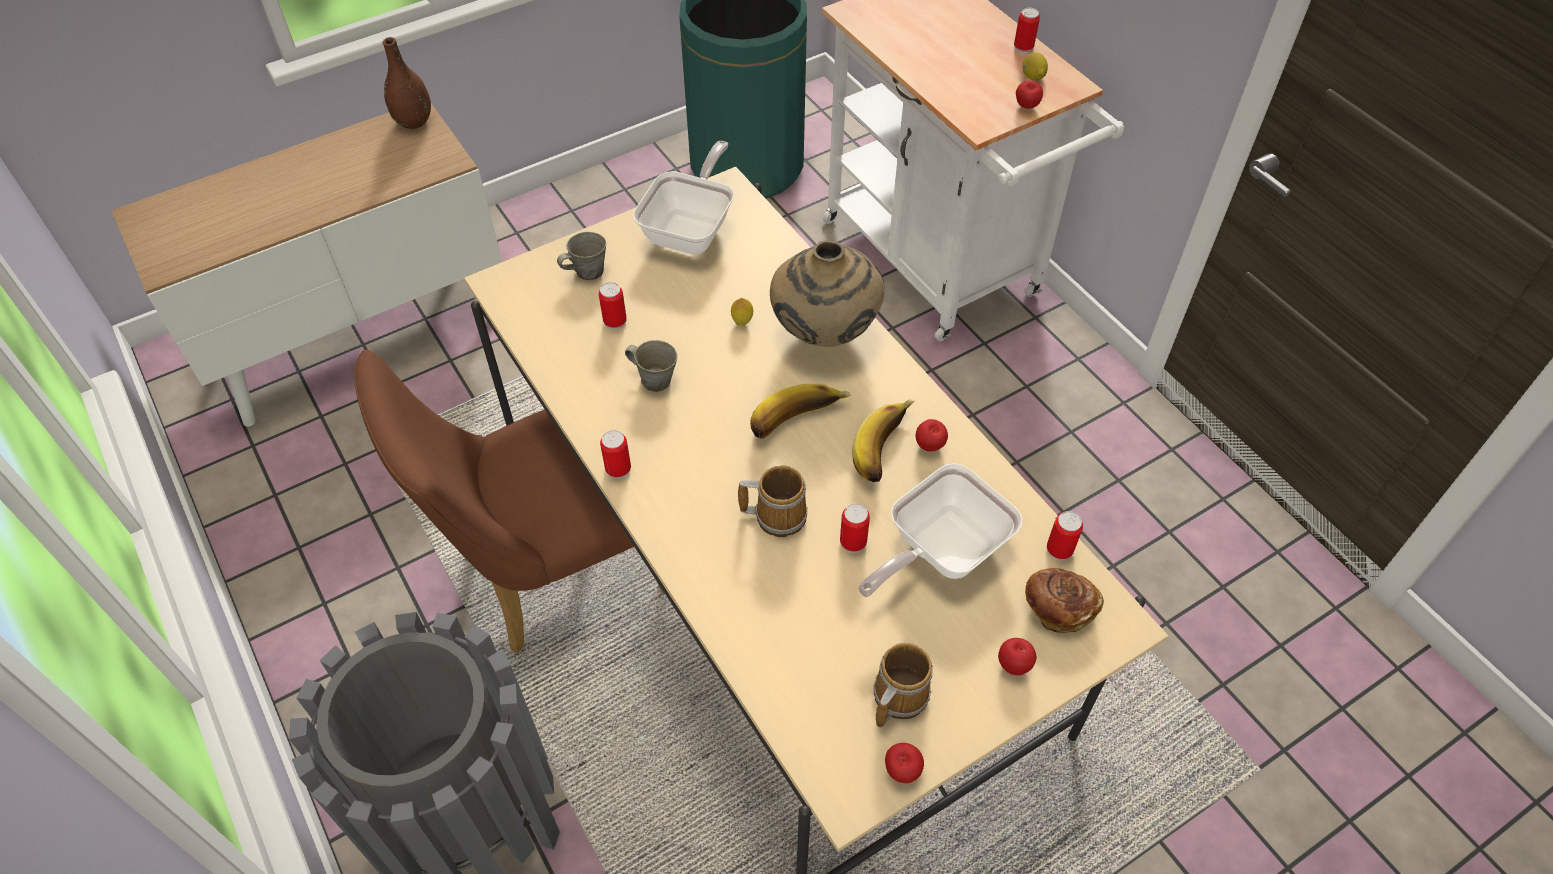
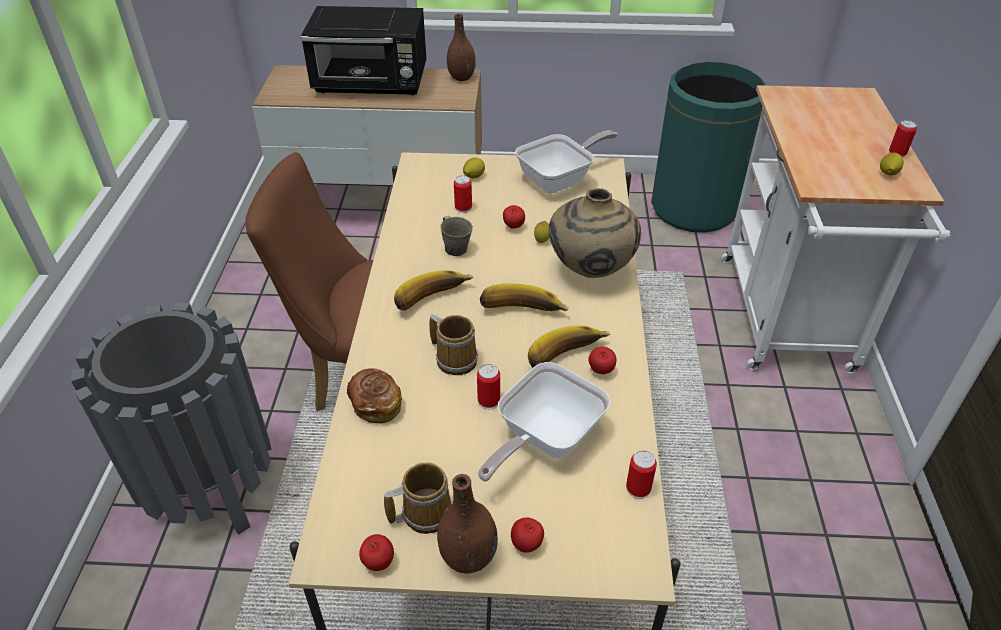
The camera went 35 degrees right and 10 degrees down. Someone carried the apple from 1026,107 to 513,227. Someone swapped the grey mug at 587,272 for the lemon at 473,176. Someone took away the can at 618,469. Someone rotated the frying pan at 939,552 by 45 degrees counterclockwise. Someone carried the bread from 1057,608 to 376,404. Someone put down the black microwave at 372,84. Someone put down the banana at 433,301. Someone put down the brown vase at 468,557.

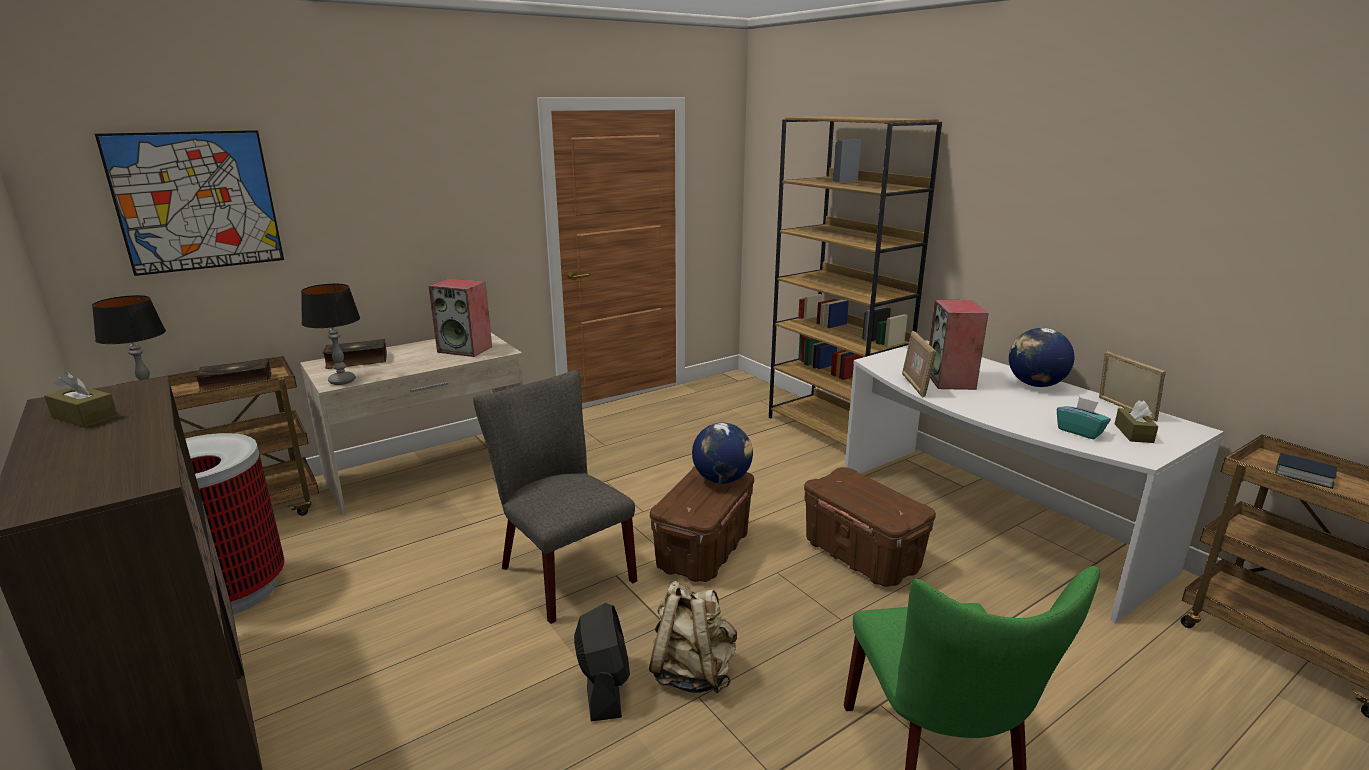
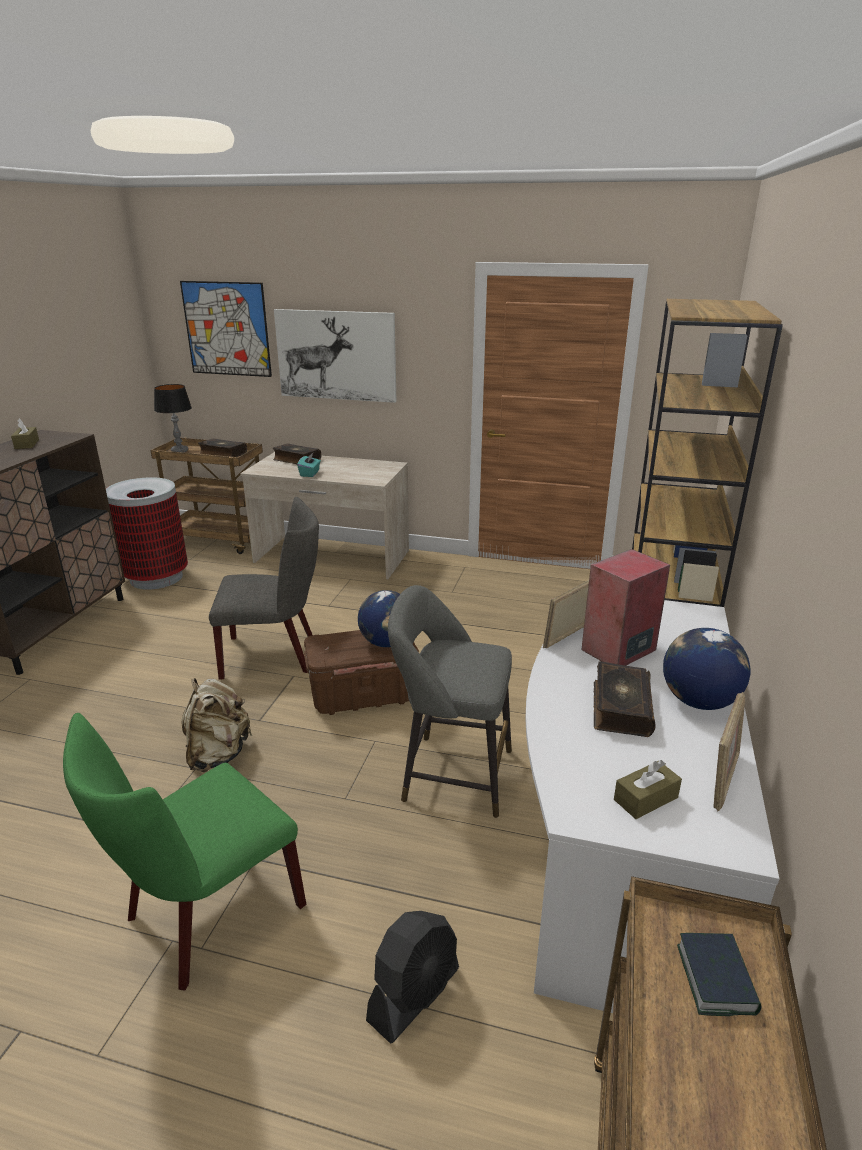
The camera went 50 degrees right and 5 degrees up. Someone took away the speaker at 466,349. Someone took away the table lamp at 342,381. Someone rotated the grey chair at 561,571 by 75 degrees clockwise. Someone carried the turquoise tissue box from 1080,431 to 310,473. Someone swapped the brown storage box at 860,556 for the grey stool at 450,774. Someone carried the black fan from 604,686 to 414,994. Someone put up the picture at 336,355. Someone put down the book at 620,708.

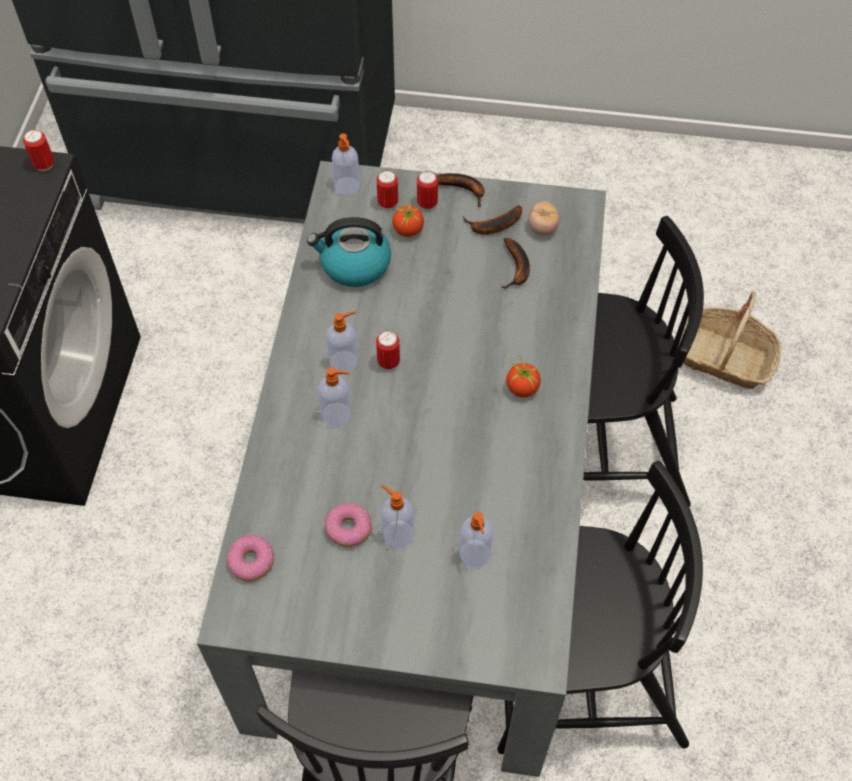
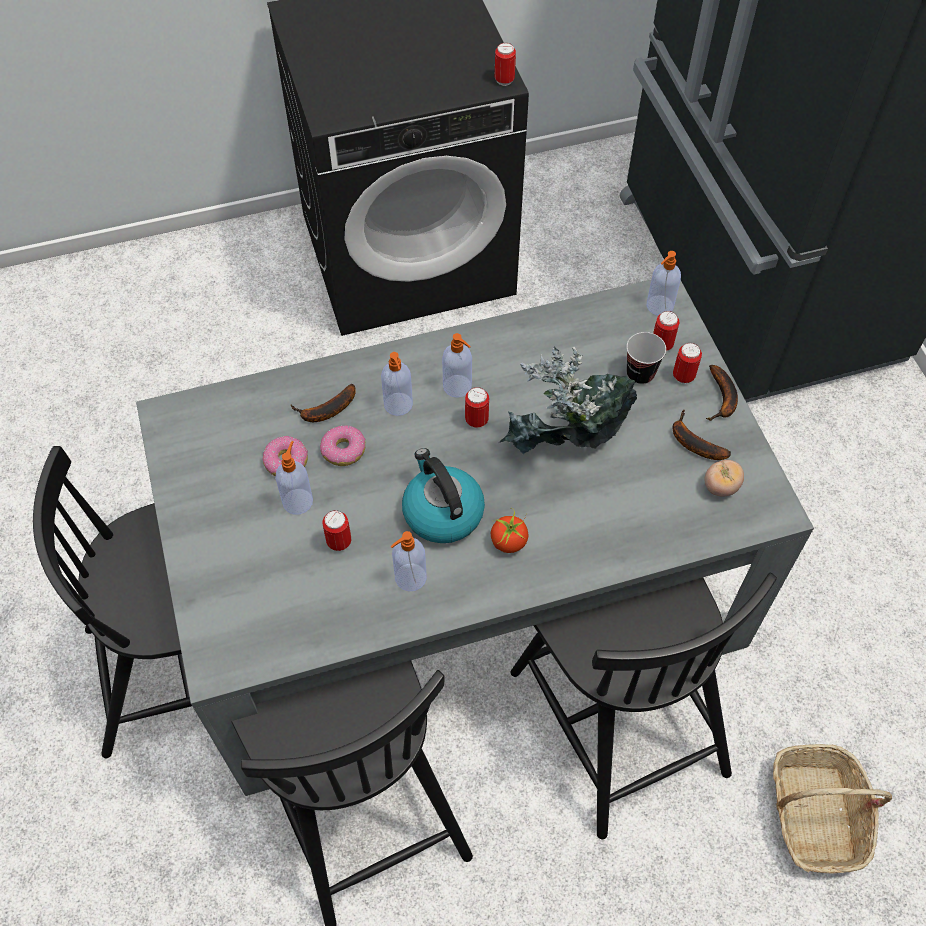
The camera went 65 degrees right and 0 degrees up. Someone swapped the tomato at 408,230 for the cup at 640,374. Someone carried the kettle from 354,265 to 442,512. Someone carried the banana from 517,268 to 325,411. Someone carried the soap dispenser from 475,555 to 409,578. Someone carried the donut from 251,561 to 344,450. Someone put down the potted plant at 564,450. Someone put down the can at 339,542.

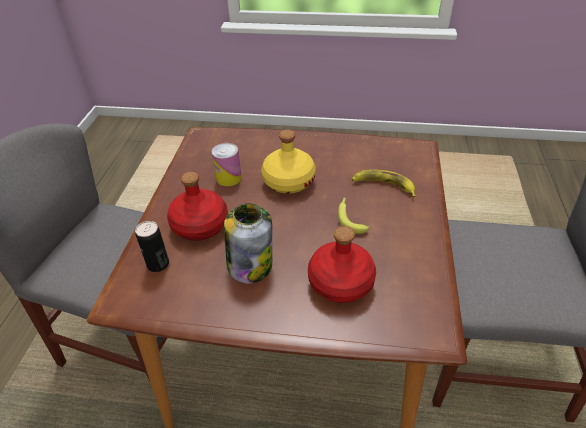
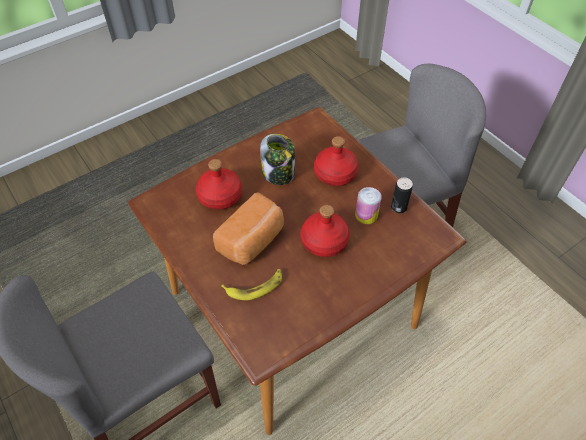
The camera went 135 degrees right and 10 degrees up. Someone repainted the yellow bottle at 288,181, which became the red bottle at 325,241. Someone swapped the banana at 350,218 for the bread at 253,241. Someone carried the can from 158,264 to 398,207.

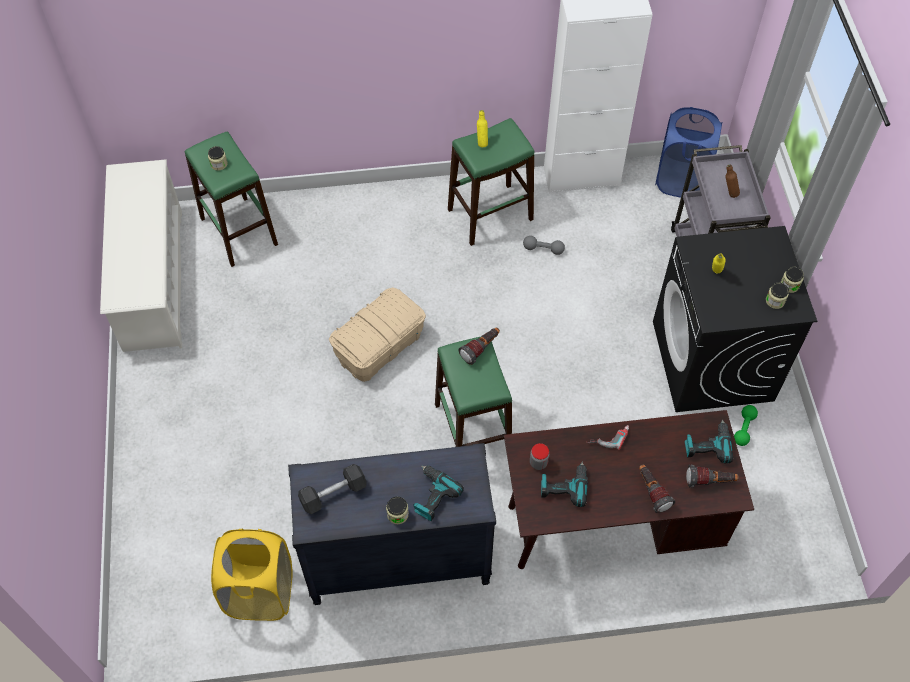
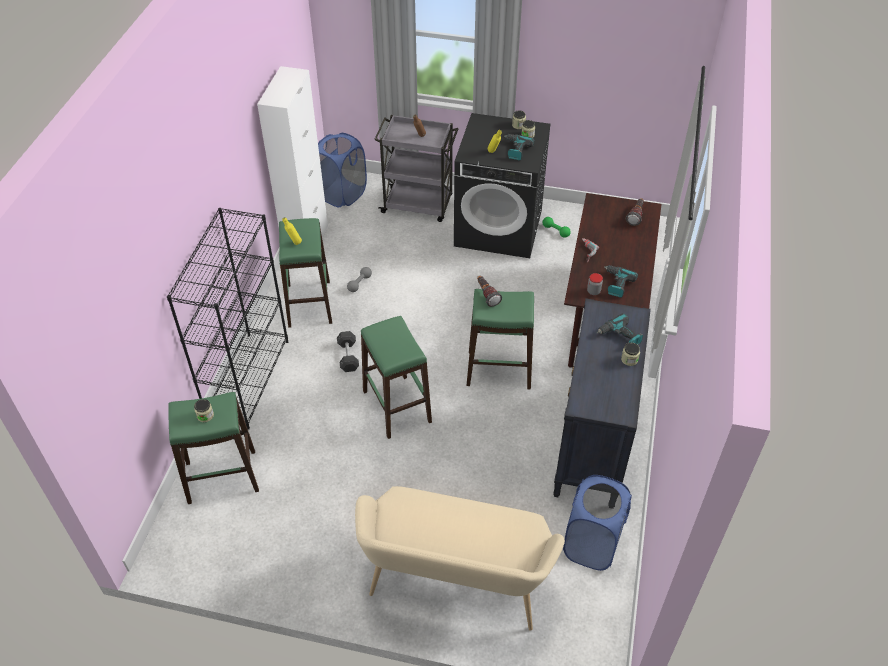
The camera went 70 degrees left and 10 degrees down. Someone took away the white shoe rack at 153,280. Someone swapped the beige storage box at 379,346 for the green stool at 396,406. Someone carried the power drill from 707,445 to 515,150. Someone carried the grey dumbbell from 333,494 to 348,356. Someone took away the flashlight at 652,492. Someone repainted the yellow laundry basket at 260,593, which became the blue laundry basket at 592,544. Someone put down the black bookcase at 248,379. Someone put down the beige bench at 455,584.

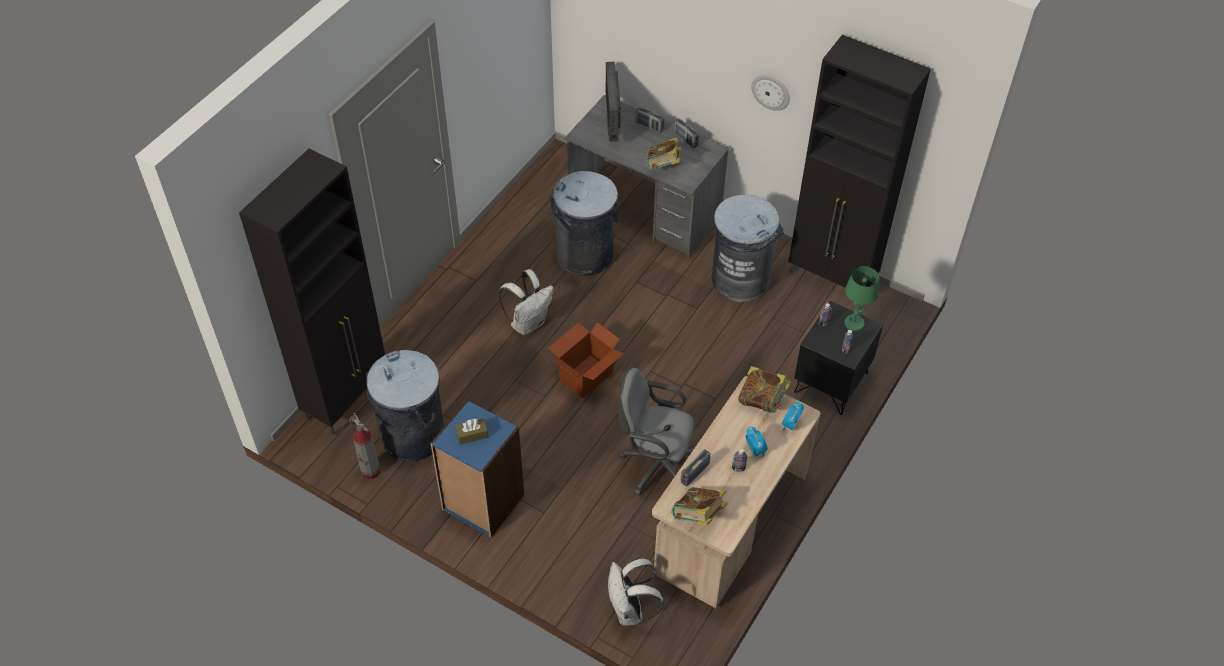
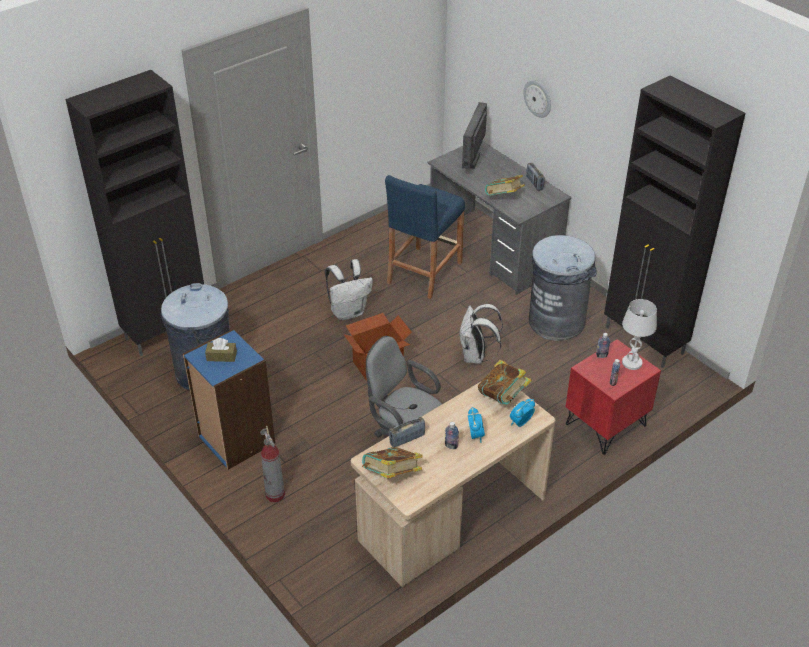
The camera went 20 degrees right and 10 degrees down. Someone carried the wall clock from 771,91 to 538,98. Someone took away the radio at 649,126. Someone swapped the grey trash can at 584,255 for the blue stool at 424,272. Someone repainted the green table lamp at 854,323, which became the white table lamp at 632,363. Someone repainted the black nightstand at 831,383, which became the red nightstand at 606,425. Someone carried the fire extinguisher from 370,471 to 275,495. Someone carried the white backpack from 630,611 to 476,356.

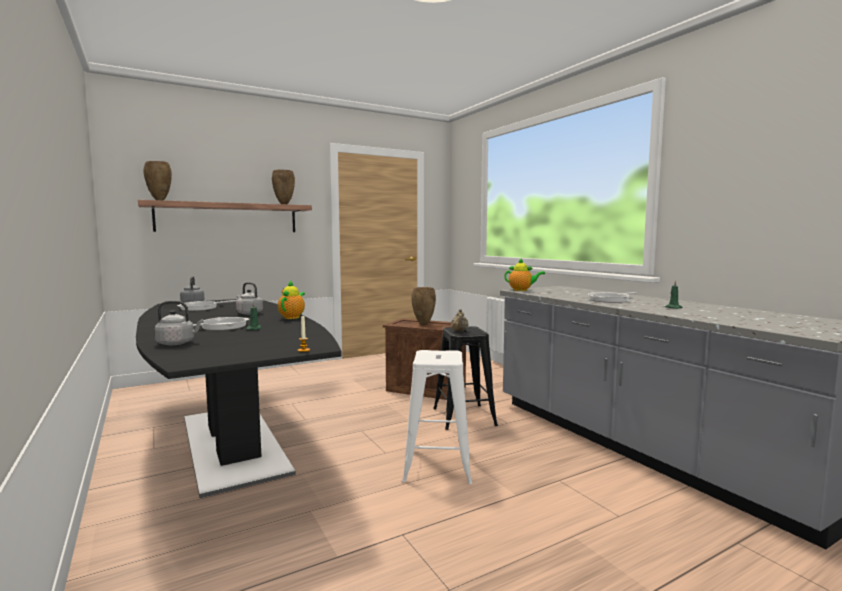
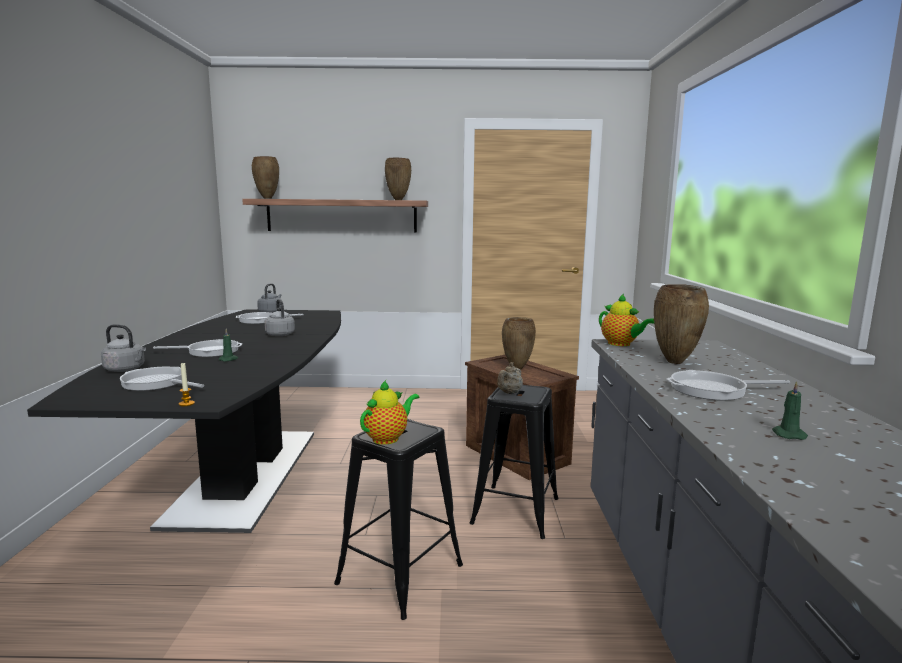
The camera went 30 degrees right and 5 degrees up. Someone carried the teapot from 292,317 to 388,438. Someone repainted the white stool at 438,464, which became the black stool at 400,573. Someone put down the brown vase at 676,362. Someone put down the frying pan at 156,383.

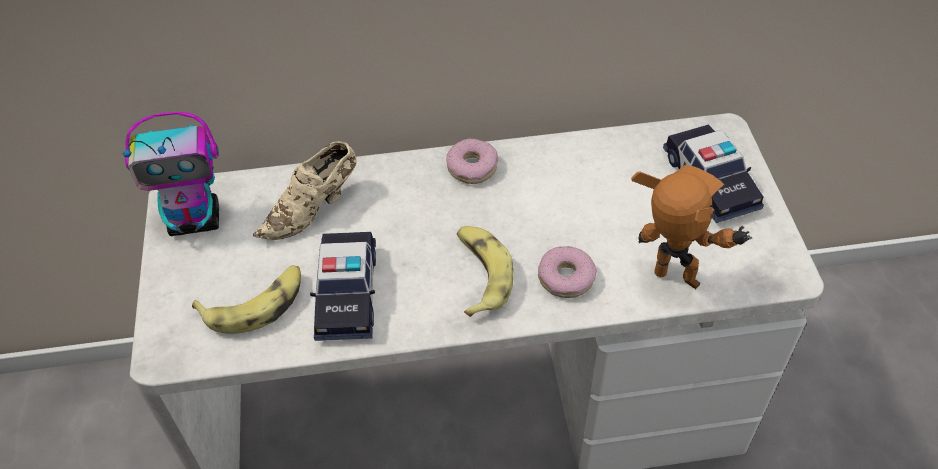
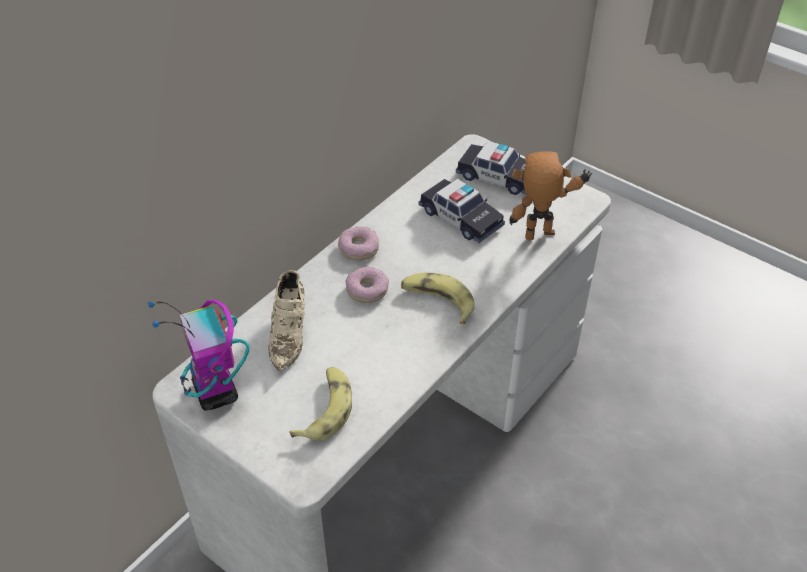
The camera went 45 degrees left and 5 degrees down. Someone rotated the toy robot at 196,220 by 120 degrees clockwise. Someone carried the toy car from 347,293 to 460,218. Someone carried the donut from 566,277 to 367,290.

